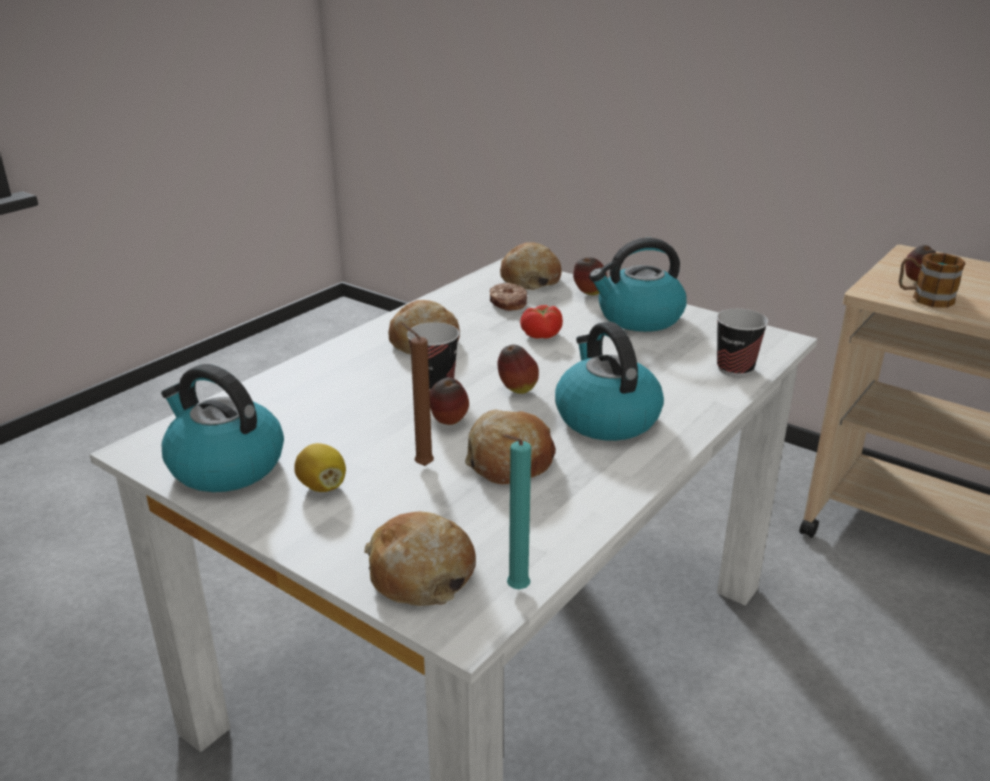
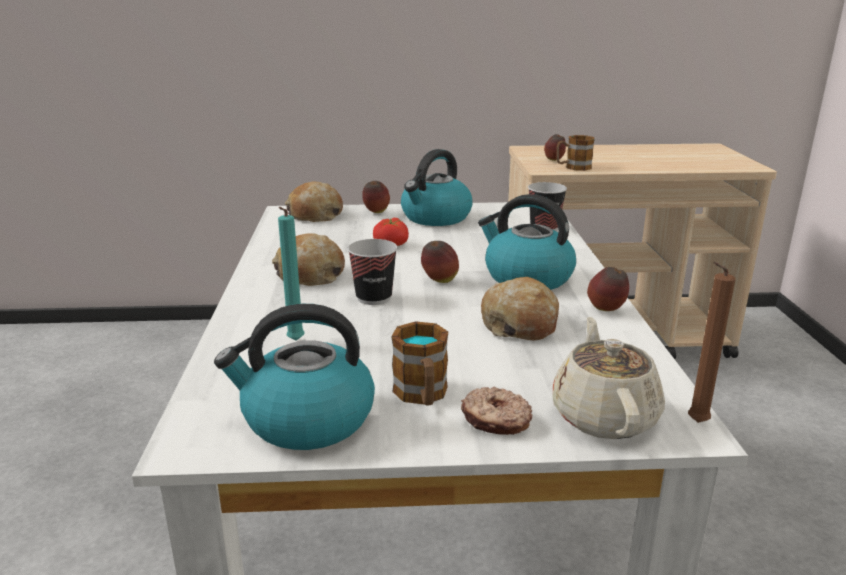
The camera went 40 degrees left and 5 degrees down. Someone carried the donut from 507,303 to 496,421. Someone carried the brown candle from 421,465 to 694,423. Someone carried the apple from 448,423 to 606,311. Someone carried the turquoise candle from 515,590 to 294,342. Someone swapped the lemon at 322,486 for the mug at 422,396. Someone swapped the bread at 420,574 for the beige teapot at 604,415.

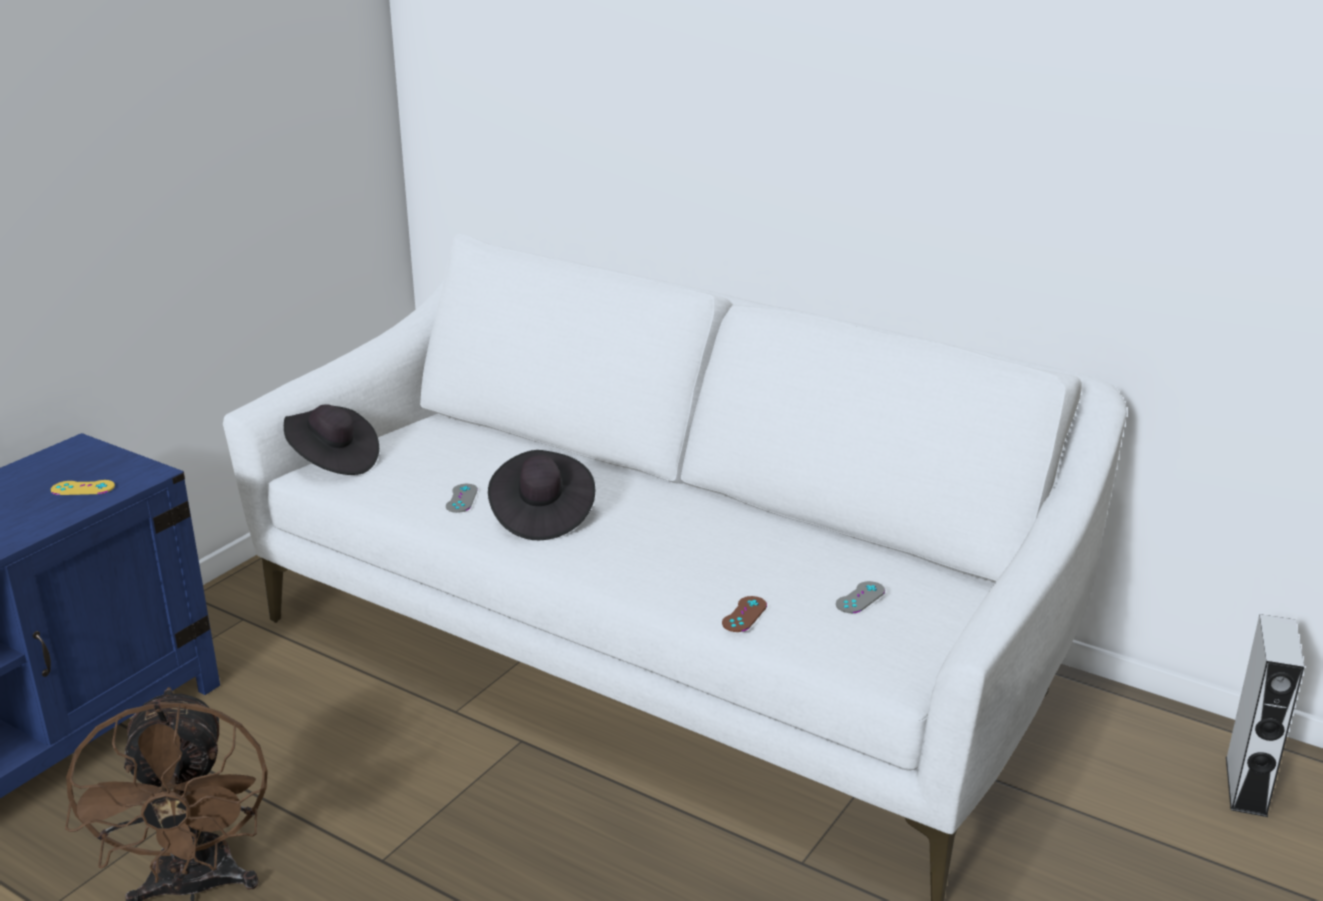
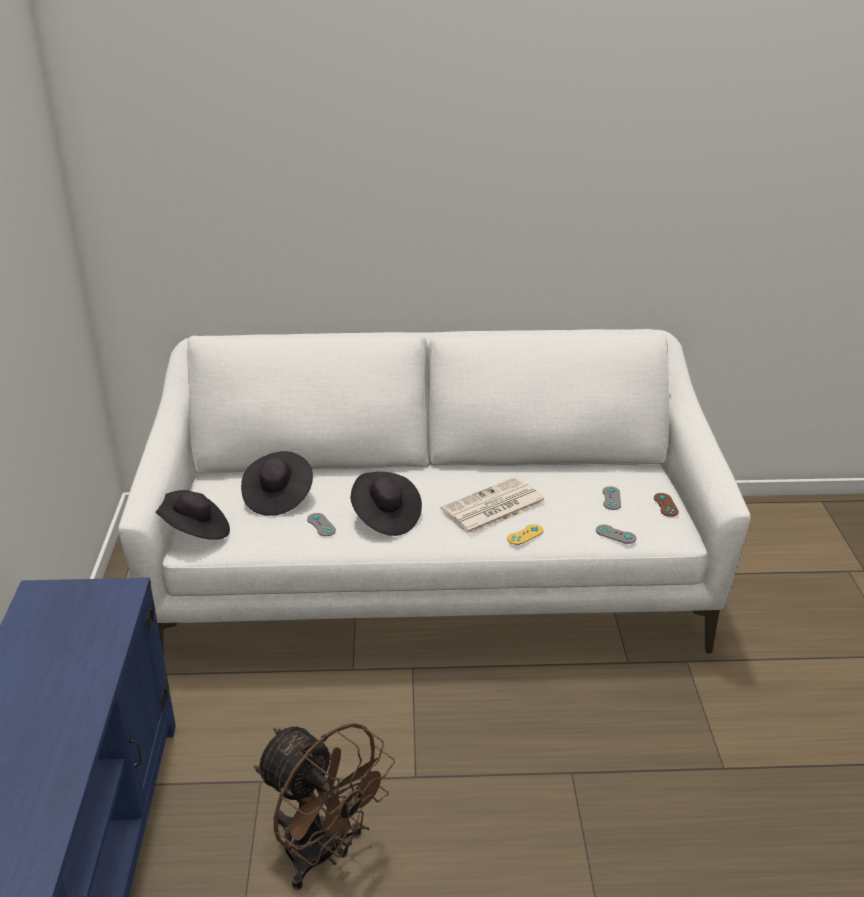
The camera went 35 degrees left and 5 degrees up. Someone carried the yellow game controller from 83,488 to 525,535. Someone carried the brown game controller from 744,614 to 665,505. Someone took away the grey speaker at 1246,786. Someone put down the black hat at 278,497. Someone put down the newspaper at 493,508. Someone put down the grey game controller at 615,534.

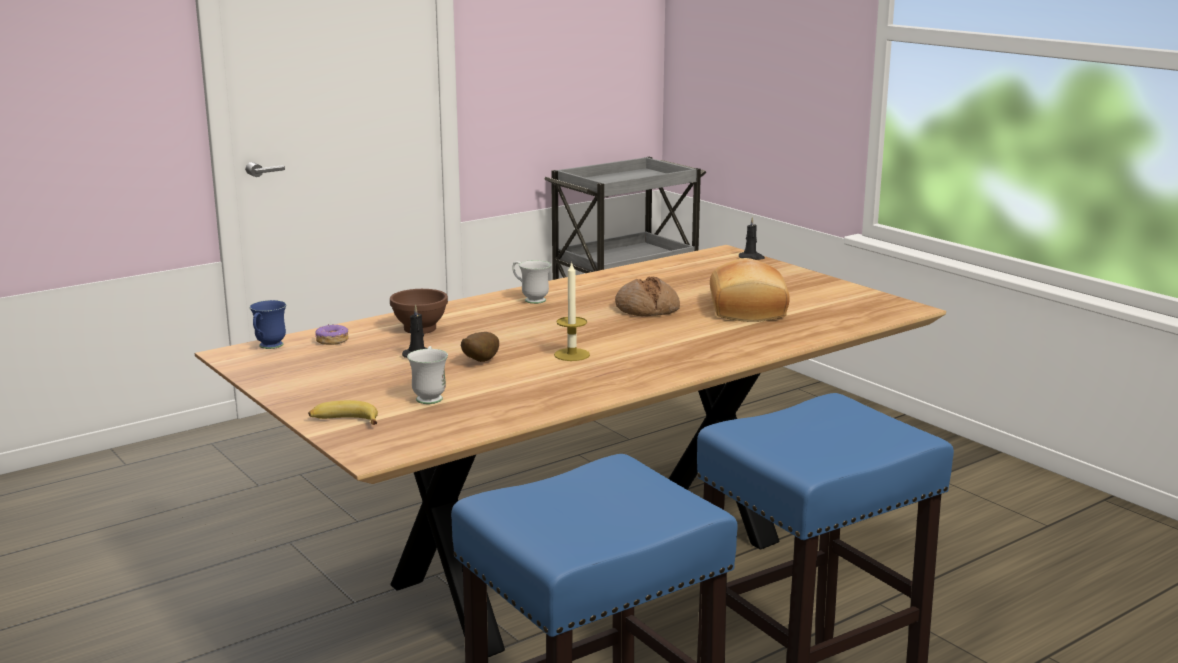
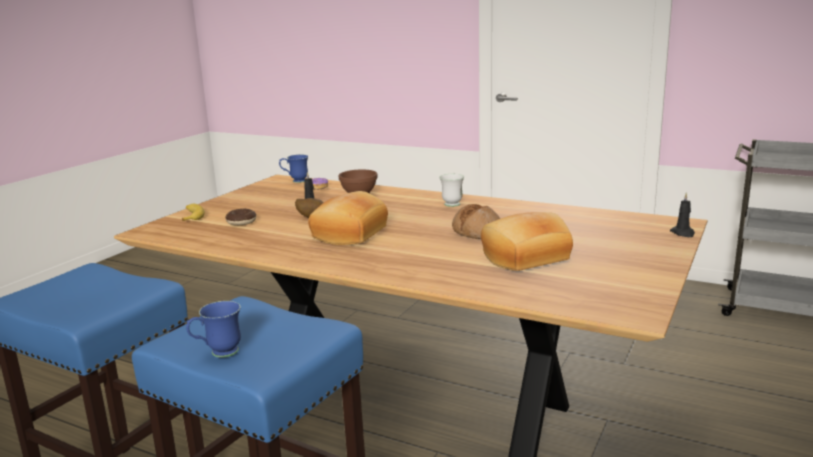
The camera went 65 degrees right and 0 degrees up. Someone swapped the candle at 571,355 for the bread at 348,233. Someone swapped the white mug at 430,396 for the donut at 241,222. Someone put down the blue mug at 218,353.

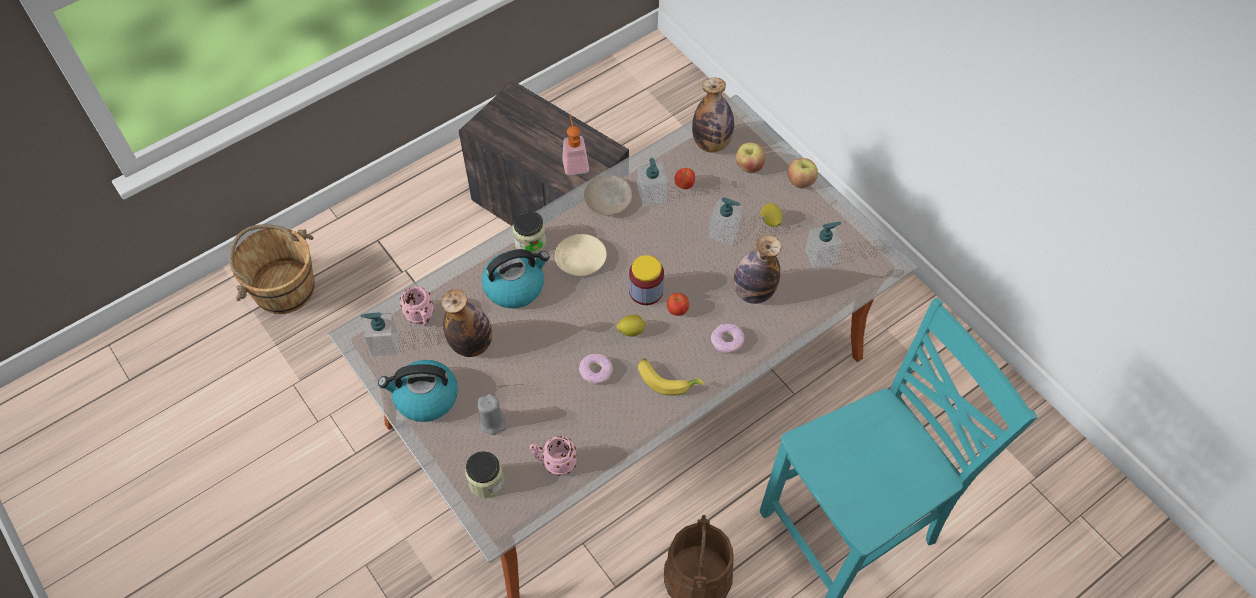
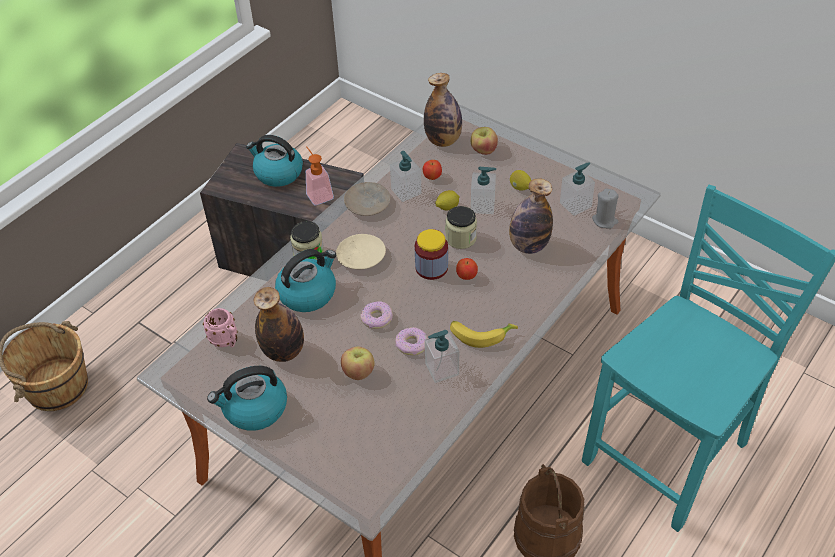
The camera went 15 degrees left and 10 degrees down. Someone carried the apple from 801,181 to 358,372. Someone carried the soap dispenser from 385,344 to 441,369. Someone carried the lemon from 631,331 to 447,207. Someone carried the donut from 727,341 to 377,318. Someone carried the grey candle from 493,422 to 605,221. Someone took away the pink mug at 554,463. Someone carried the jar from 486,481 to 461,238. Someone put down the kettle at 277,173.

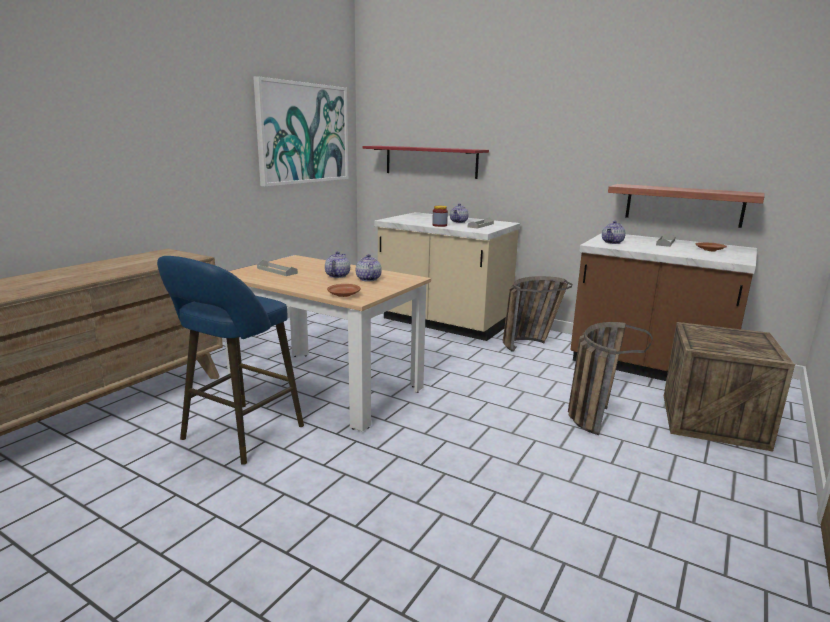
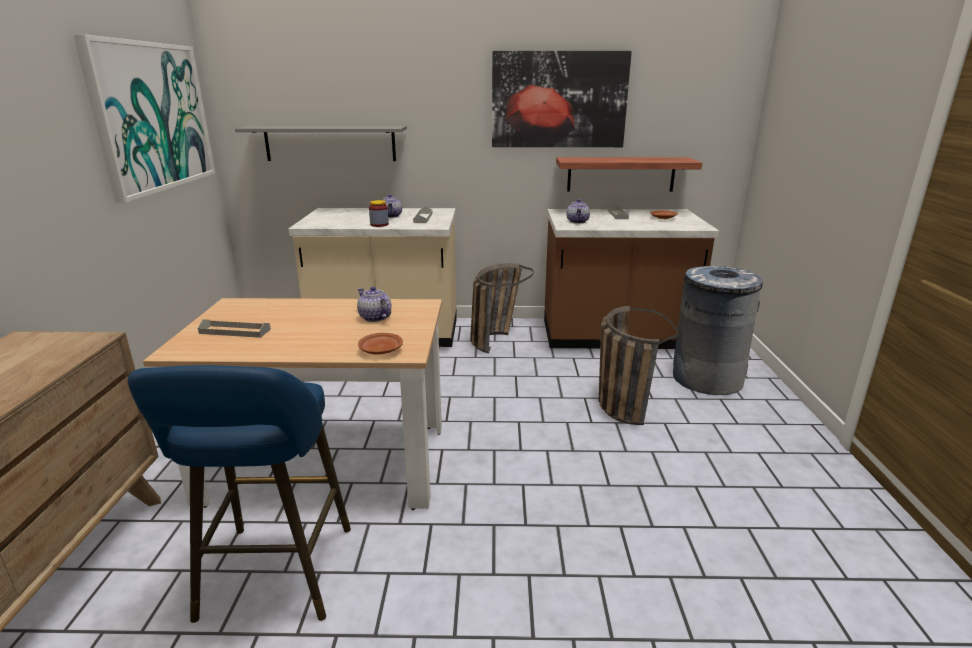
The camera went 30 degrees left and 5 degrees up. Someone repainted the red shelf at 430,161, which became the grey shelf at 330,143. Someone took away the teapot at 337,276. Someone swapped the crate at 713,421 for the grey trash can at 706,379. Someone put up the picture at 559,100.

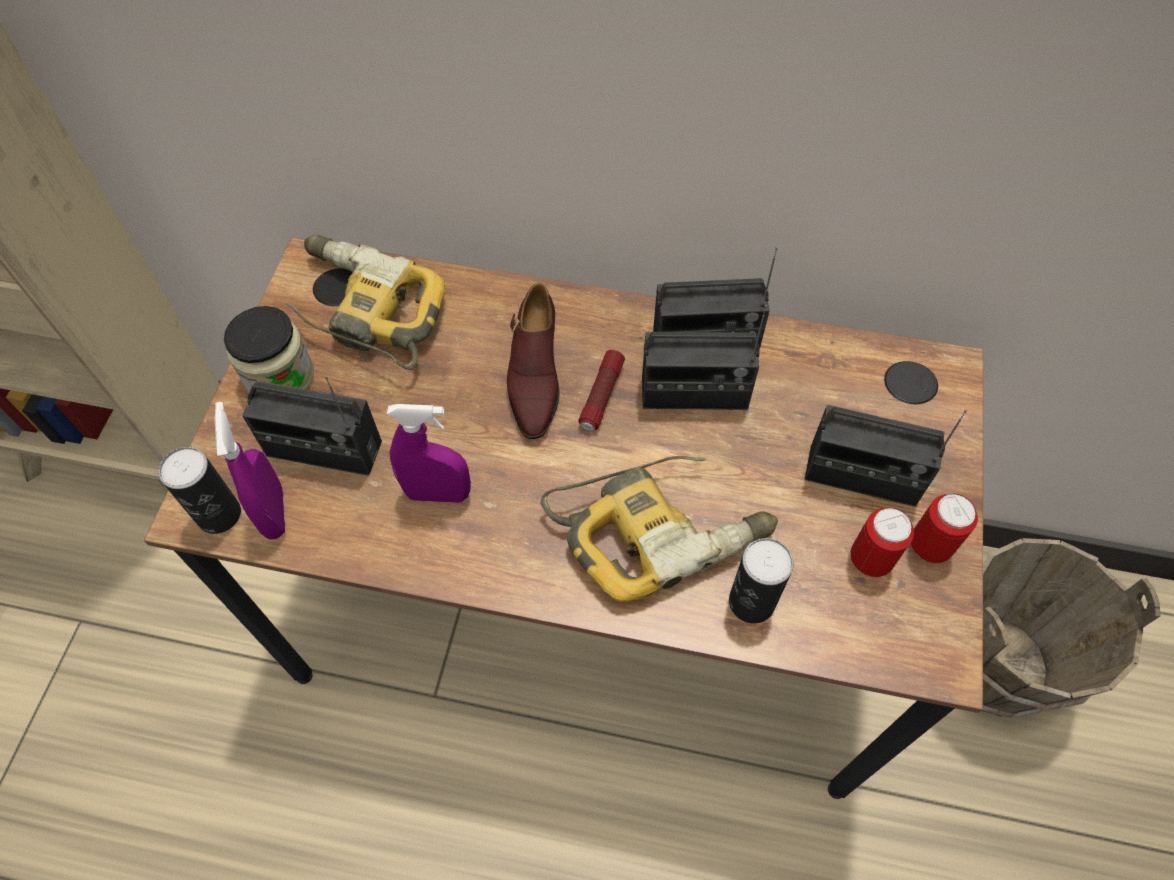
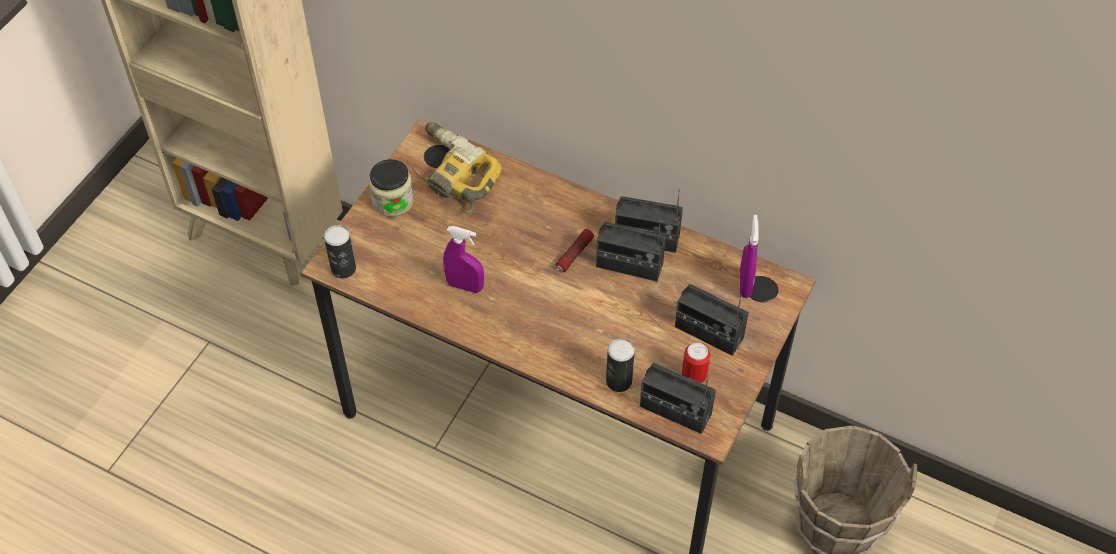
The camera went 15 degrees right and 5 degrees down. Someone took away the brown shoe at 534,377. Someone carried the radio from 324,449 to 675,411. Someone carried the purple spray bottle from 274,512 to 745,284. Someone took away the power drill at 659,527. Someone took away the can at 929,546.

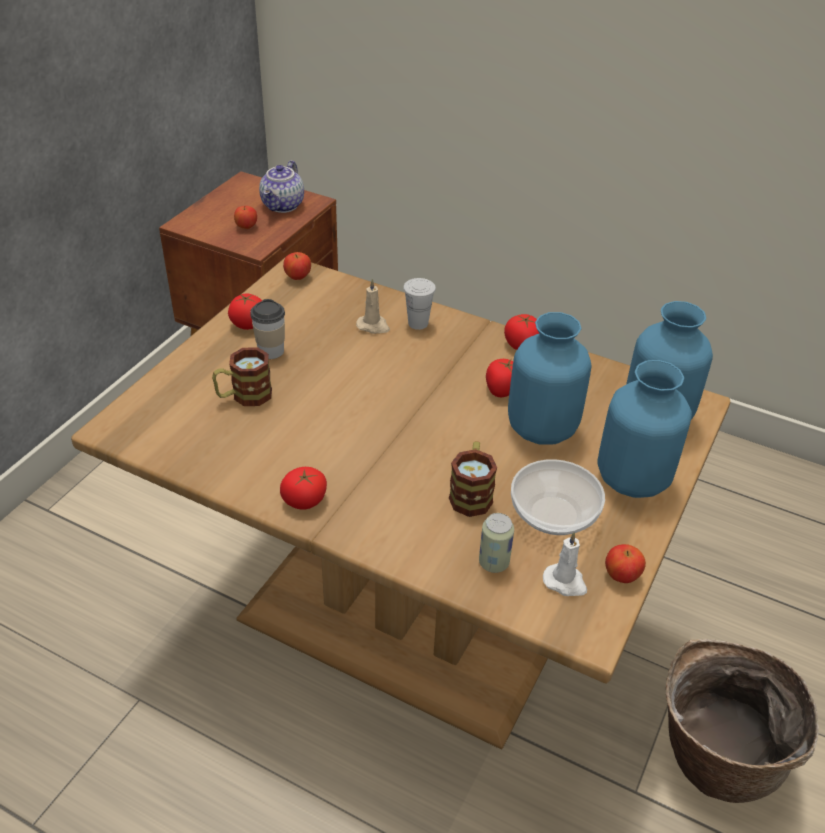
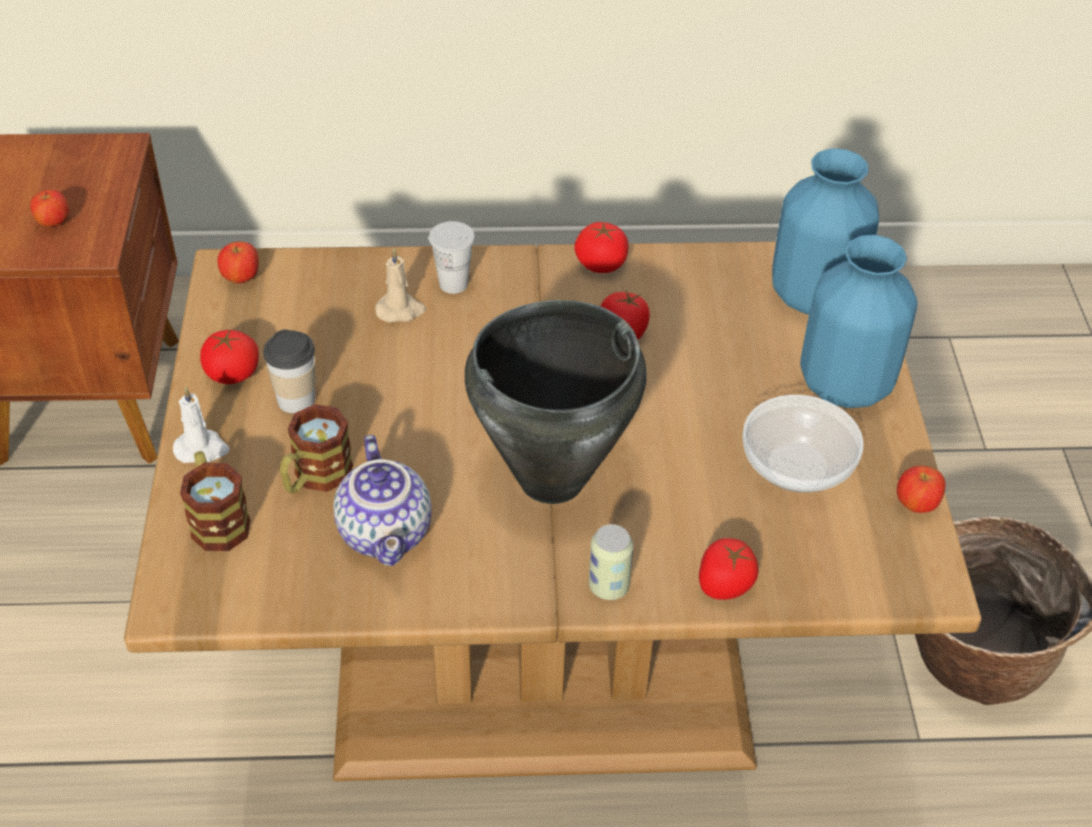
The camera went 30 degrees left and 5 degrees up. Someone carried the teapot from 283,206 to 387,533. Someone took away the blue vase at 540,428. Someone carried the mug from 471,493 to 217,519. Someone carried the tomato from 304,501 to 724,585. Someone carried the can from 493,562 to 608,586. Someone carried the white candle from 565,582 to 202,449. Someone put down the black cooking pot at 550,478.

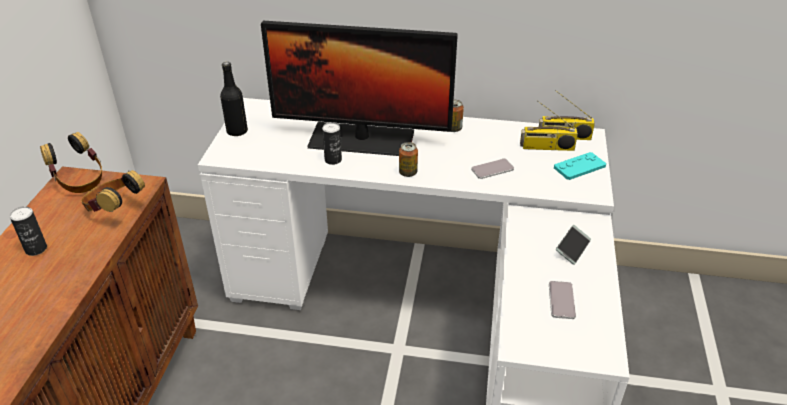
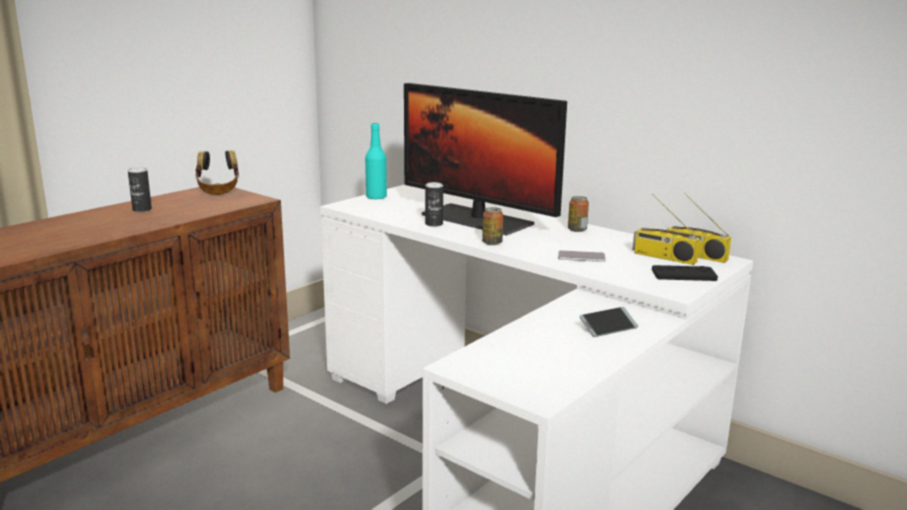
The camera went 30 degrees right and 20 degrees down. Someone repainted the black bottle at 237,131, which became the turquoise bottle at 376,197. Someone repainted the turquoise game controller at 579,167, which became the black game controller at 684,275. Someone took away the headphones at 115,210. Someone took away the phone at 561,300.

